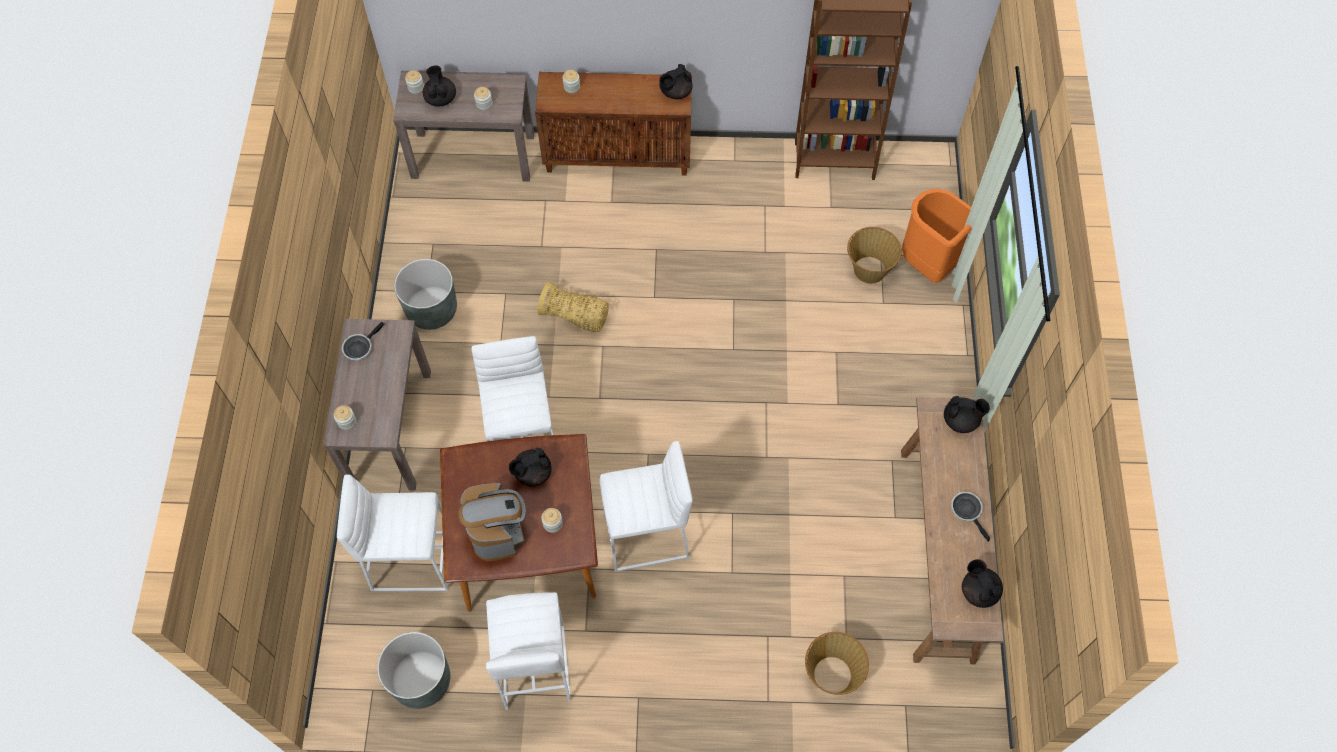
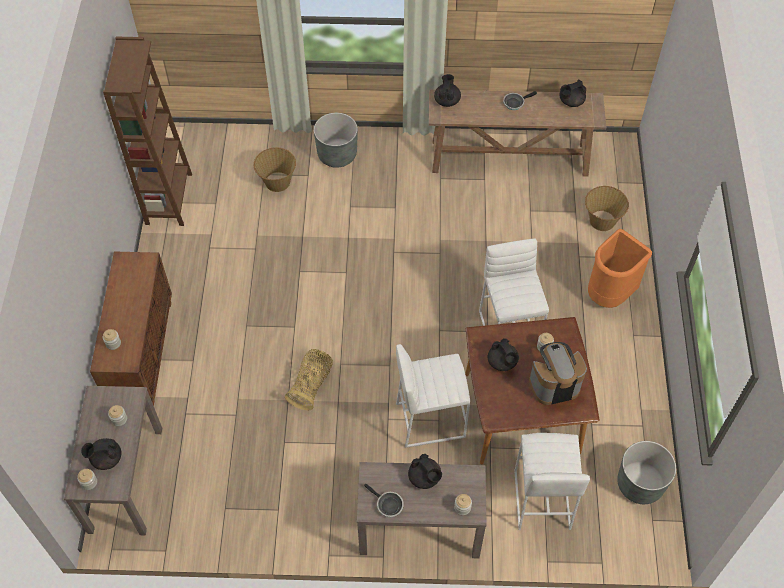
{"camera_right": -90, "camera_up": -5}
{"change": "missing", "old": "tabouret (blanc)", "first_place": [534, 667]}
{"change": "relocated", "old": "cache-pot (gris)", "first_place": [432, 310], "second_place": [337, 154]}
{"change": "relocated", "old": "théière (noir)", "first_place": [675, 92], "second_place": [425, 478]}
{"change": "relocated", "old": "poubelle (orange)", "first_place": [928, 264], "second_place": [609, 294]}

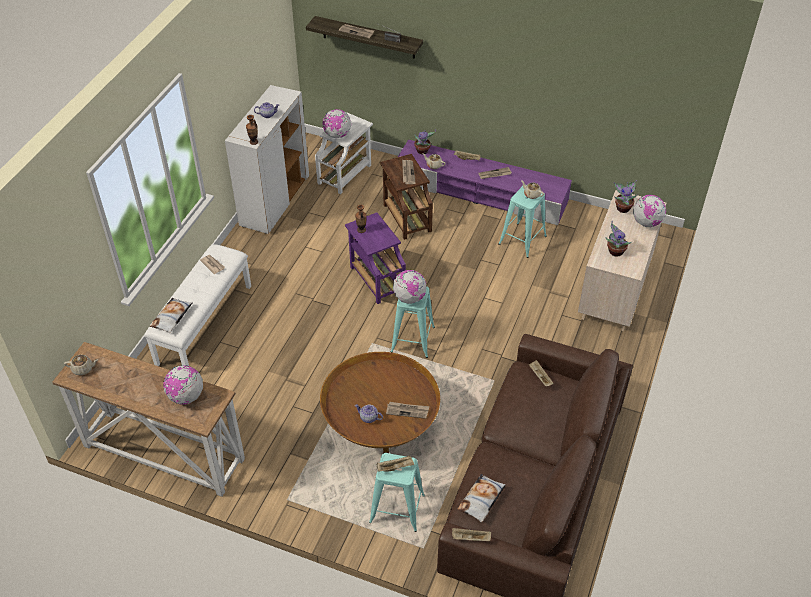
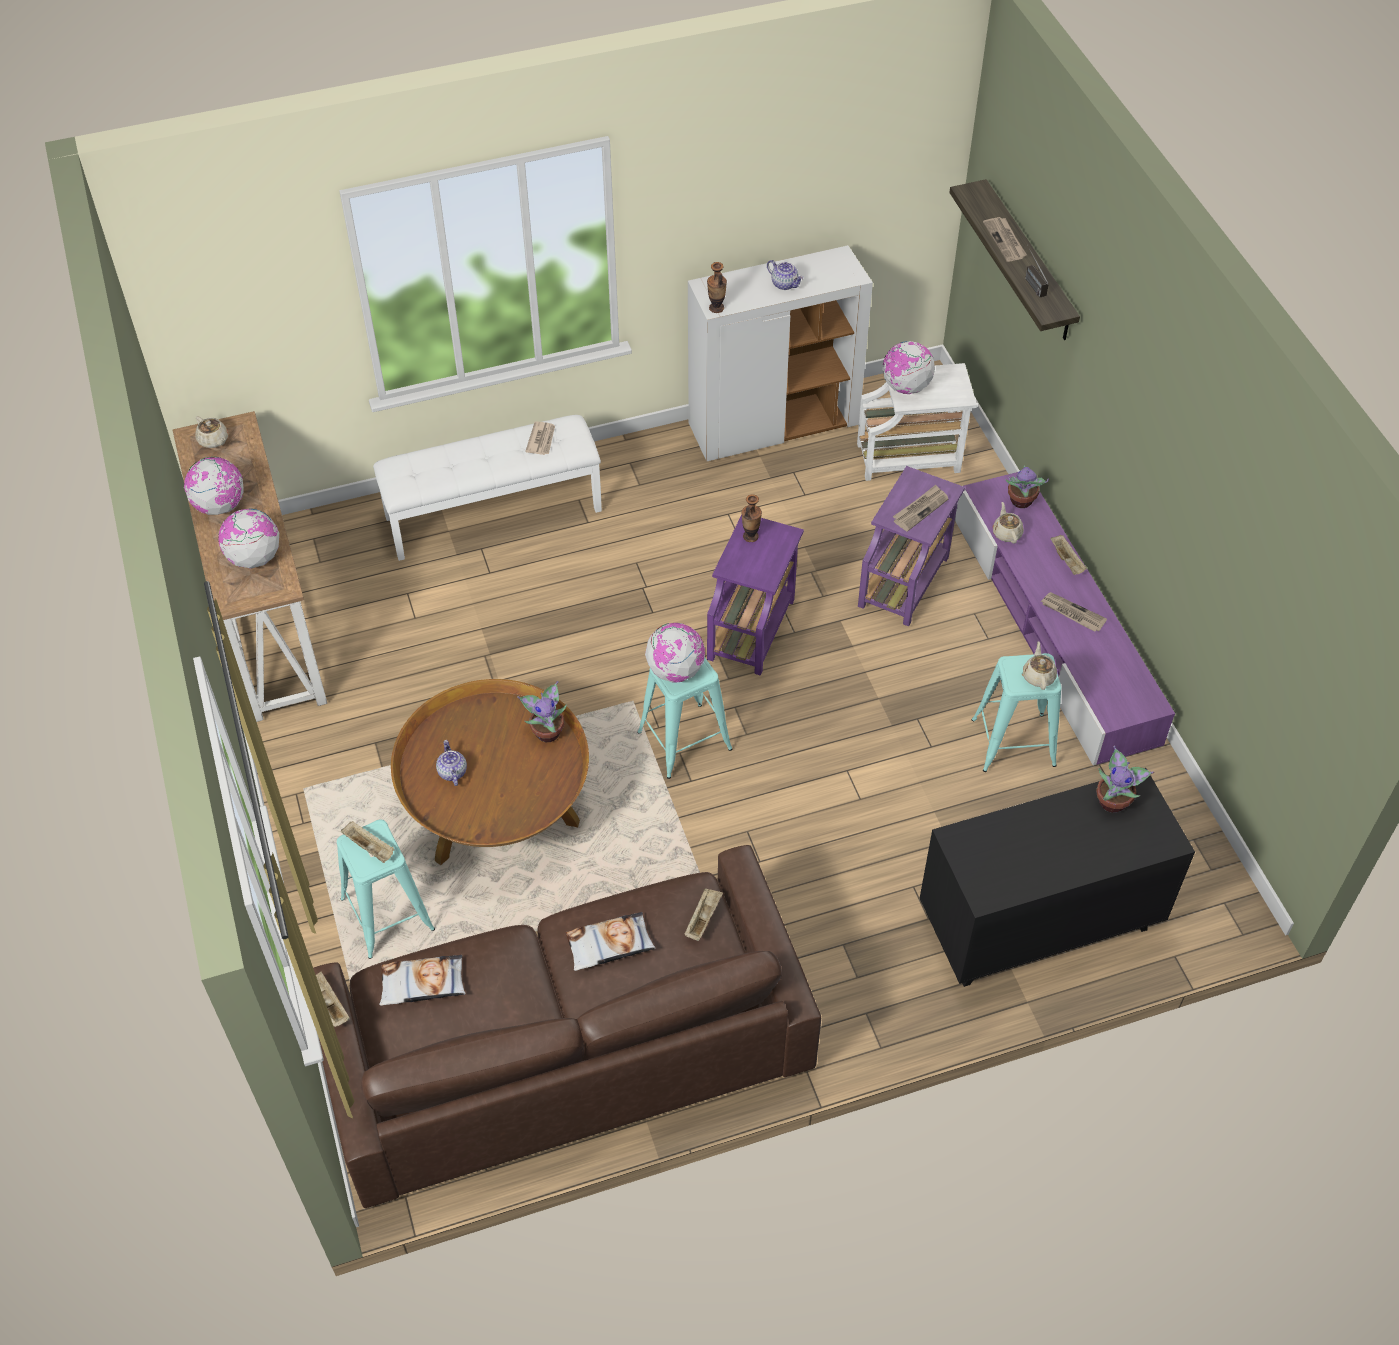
{"camera_right": 50, "camera_up": 5}
{"change": "missing", "old": "journal", "first_place": [407, 410]}
{"change": "relocated", "old": "coussin", "first_place": [172, 317], "second_place": [609, 945]}
{"change": "relocated", "old": "plante en pot", "first_place": [614, 251], "second_place": [547, 731]}
{"change": "relocated", "old": "globe", "first_place": [646, 222], "second_place": [220, 505]}
{"change": "colour", "old": "table d'appoint (marron)", "new": "table d'appoint (violet)", "first_place": [406, 217], "second_place": [905, 580]}
{"change": "colour", "old": "commode (beige)", "new": "commode (noir)", "first_place": [614, 290], "second_place": [1037, 924]}

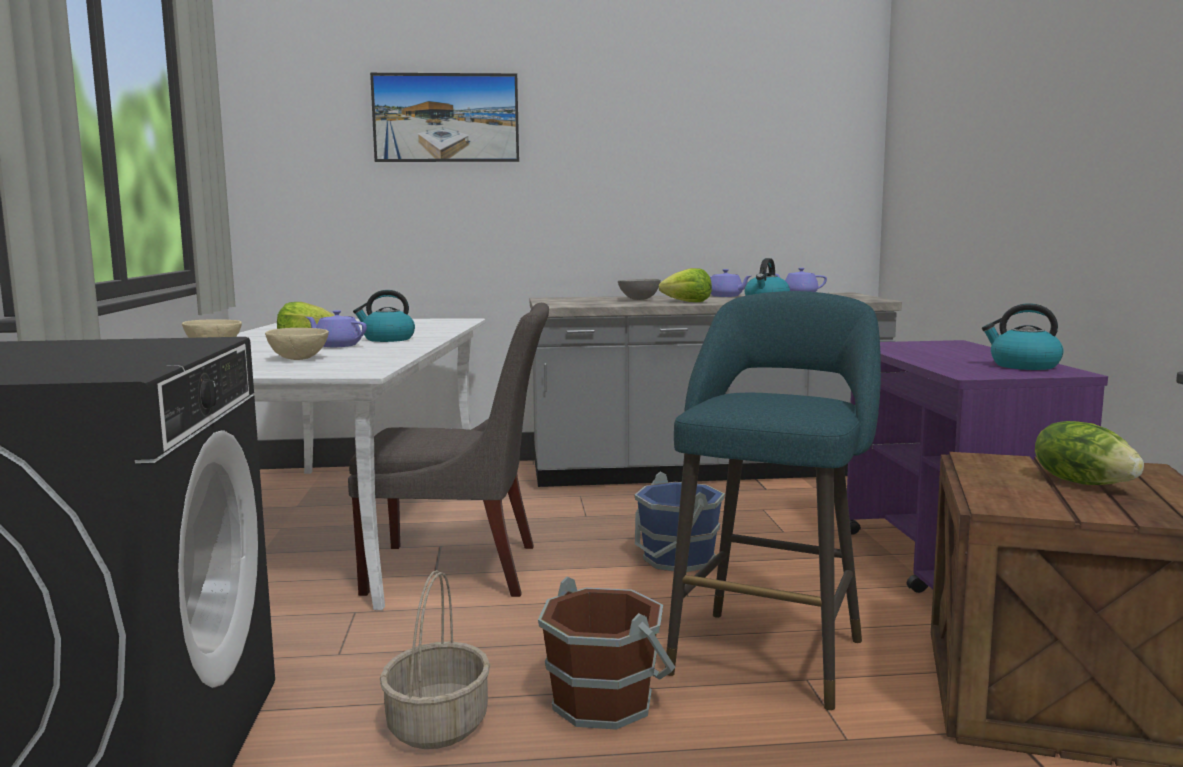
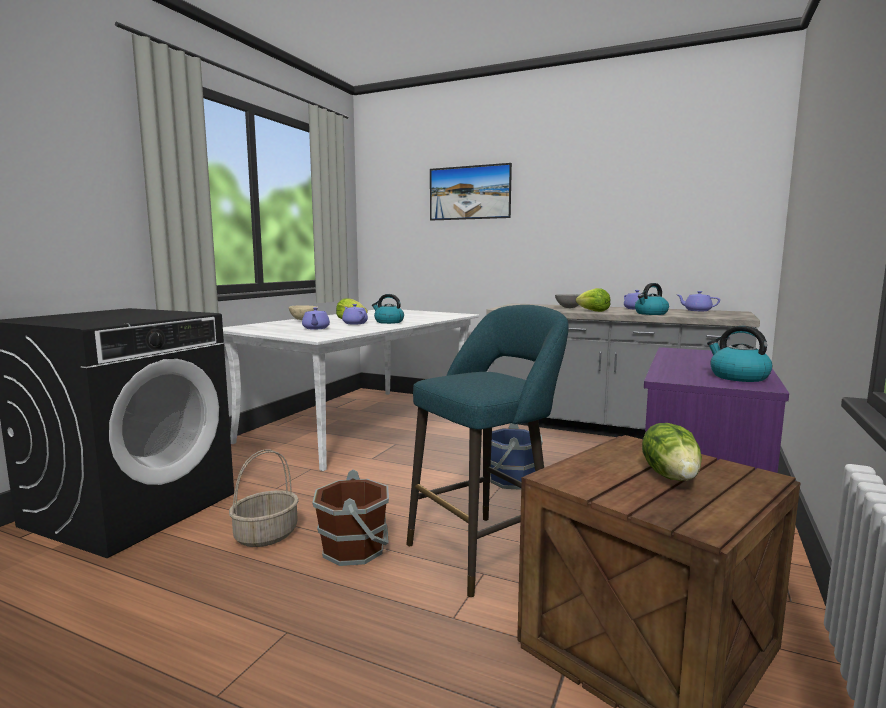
{"camera_right": 30, "camera_up": 0}
{"change": "missing", "old": "chaise (gris)", "first_place": [461, 570]}
{"change": "exchanged", "old": "bol (beige)", "new": "théière (violet)", "first_place": [299, 359], "second_place": [316, 328]}

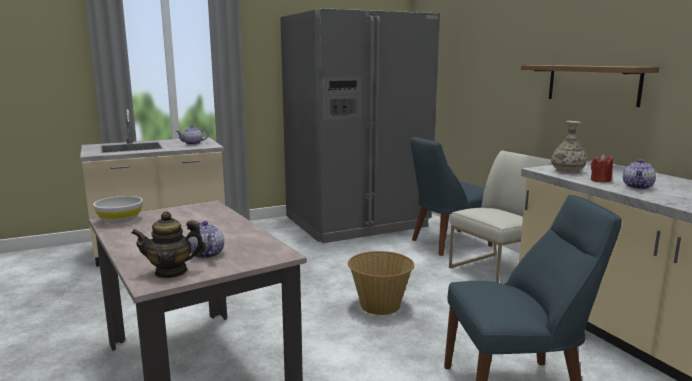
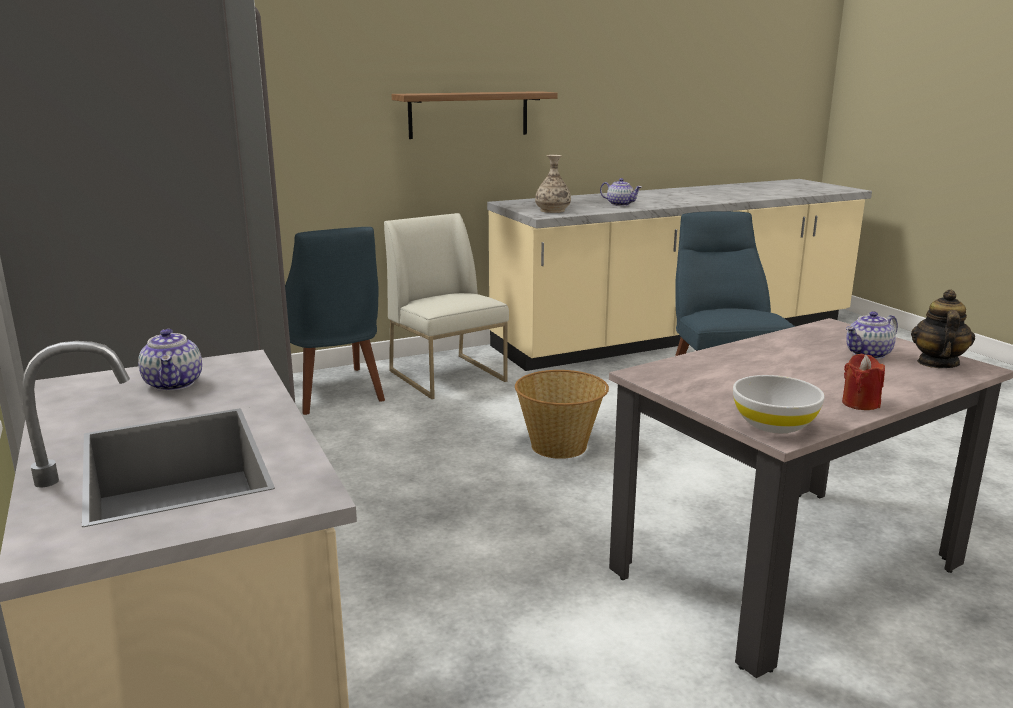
{"camera_right": -90, "camera_up": 5}
{"change": "relocated", "old": "bougie (rouge)", "first_place": [600, 181], "second_place": [860, 403]}
{"change": "spun", "old": "théière", "first_place": [171, 272], "second_place": [937, 363], "degrees": -150}

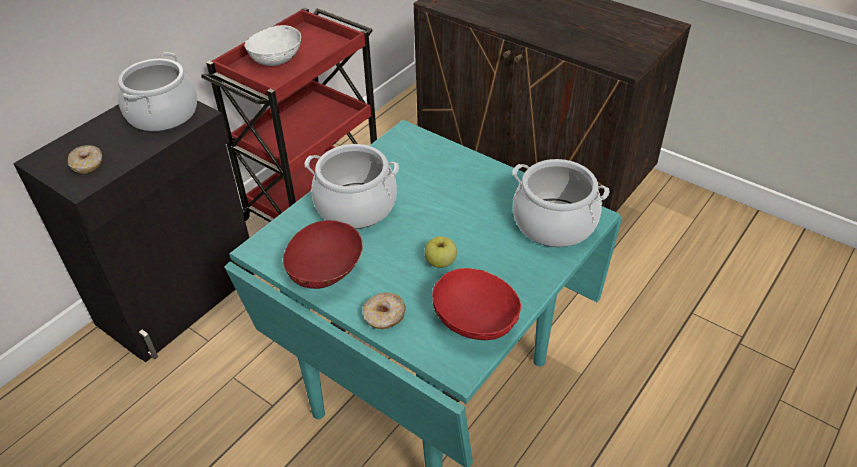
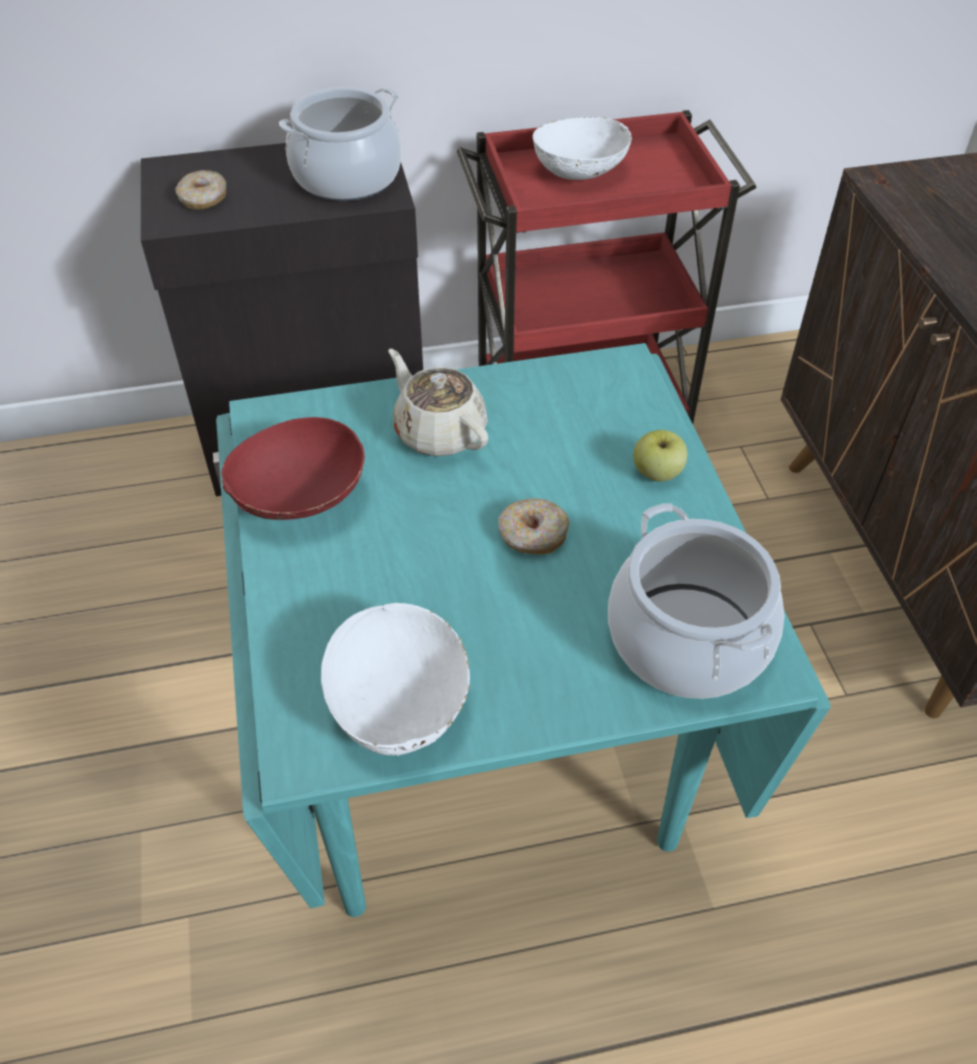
{"camera_right": 40, "camera_up": 5}
{"change": "relocated", "old": "beignet", "first_place": [384, 316], "second_place": [532, 535]}
{"change": "relocated", "old": "pomme", "first_place": [440, 262], "second_place": [657, 473]}
{"change": "exchanged", "old": "marmite", "new": "théière (beige)", "first_place": [356, 206], "second_place": [439, 431]}
{"change": "colour", "old": "bol (rouge)", "new": "bol (blanc)", "first_place": [476, 321], "second_place": [400, 706]}

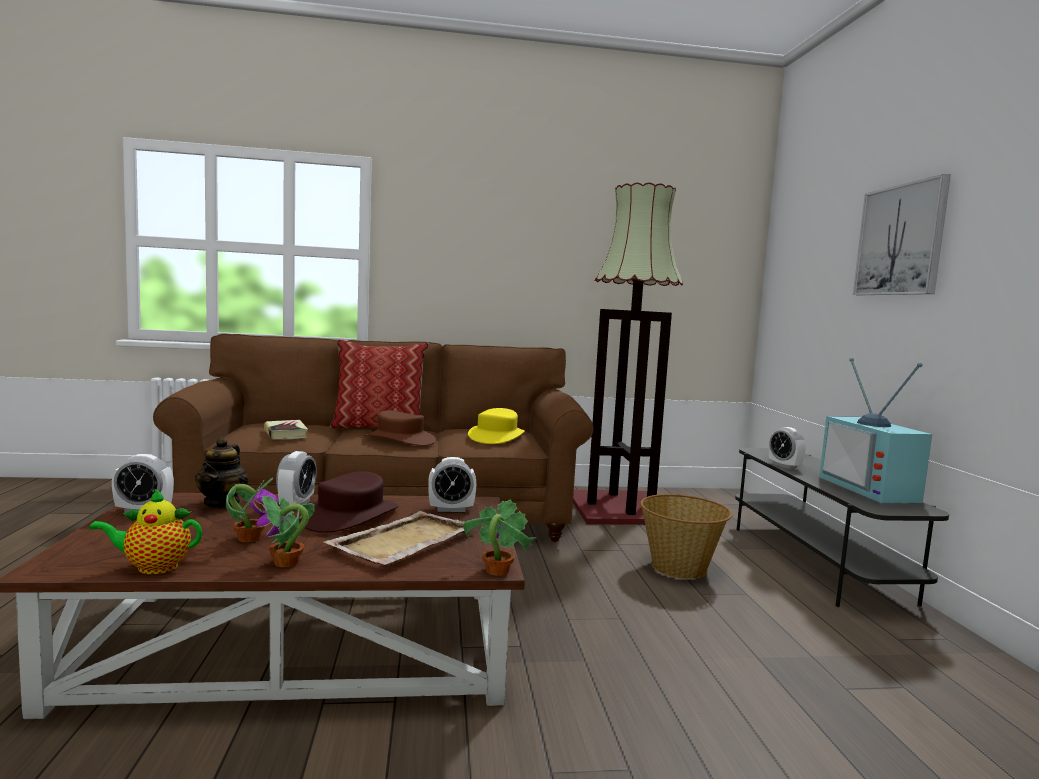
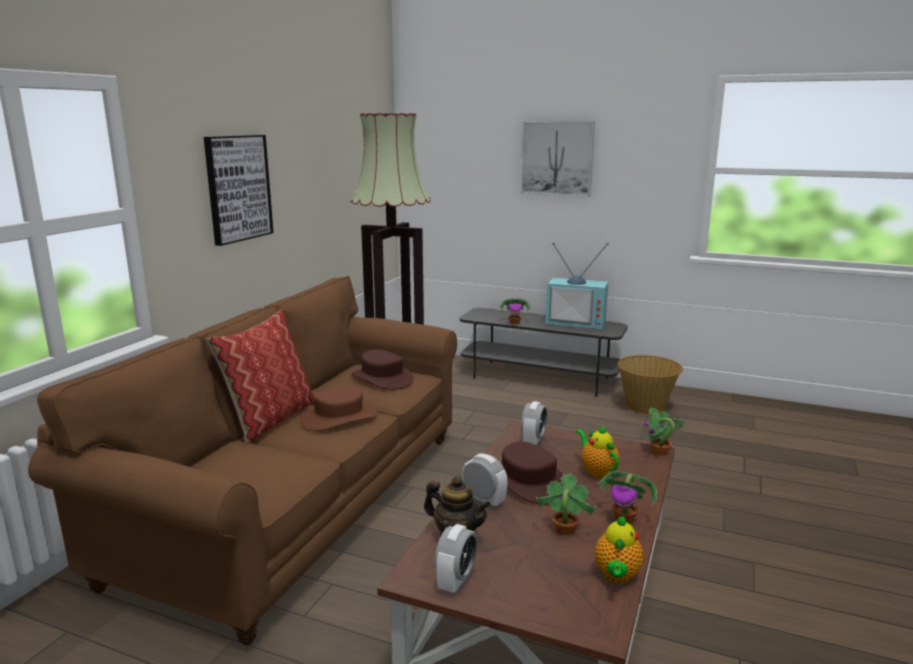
{"camera_right": -60, "camera_up": 10}
{"change": "missing", "old": "livre", "first_place": [285, 434]}
{"change": "appeared", "new": "tableau", "second_place": [238, 188]}
{"change": "relocated", "old": "panier", "first_place": [680, 568], "second_place": [646, 406]}
{"change": "exchanged", "old": "plateau (beige)", "new": "théière", "first_place": [403, 541], "second_place": [597, 471]}
{"change": "exchanged", "old": "réveil", "new": "plante en pot", "first_place": [784, 466], "second_place": [515, 323]}
{"change": "colour", "old": "chapeau (jaune)", "new": "chapeau (marron)", "first_place": [497, 436], "second_place": [382, 378]}

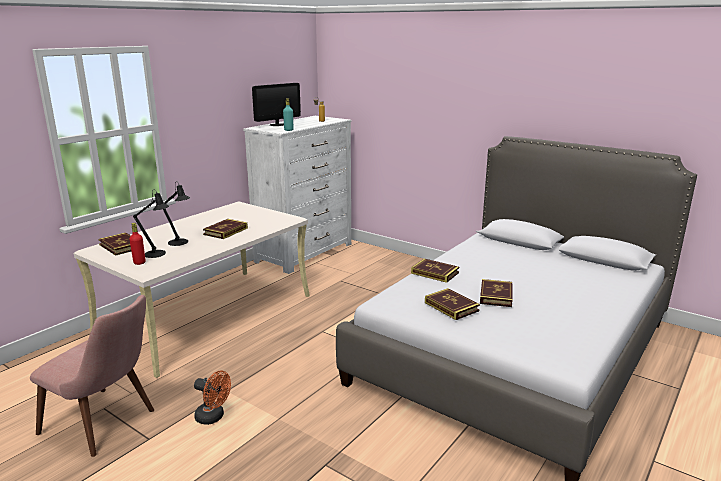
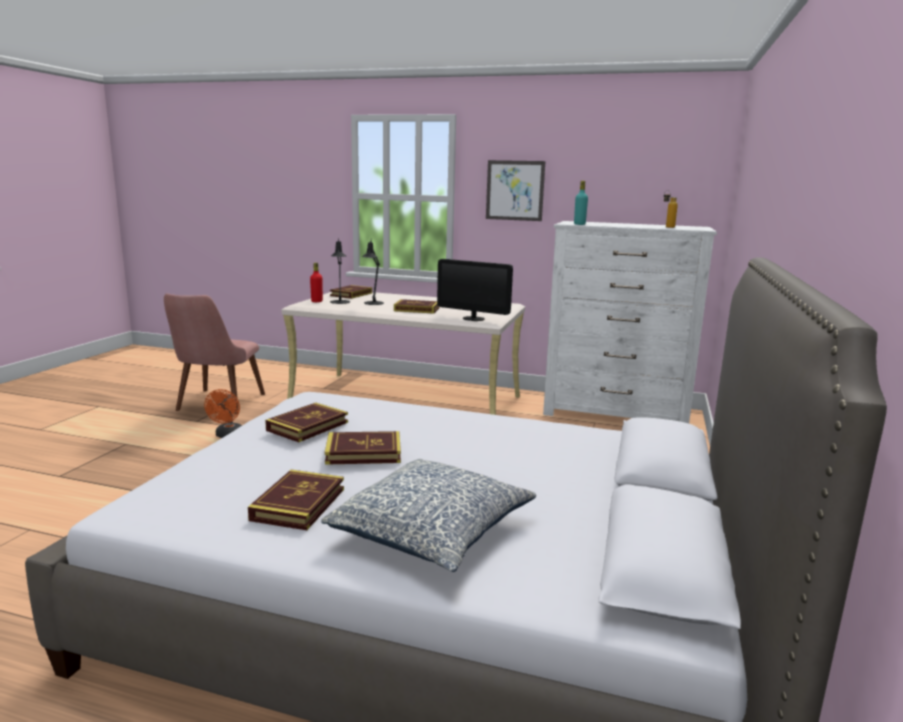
{"camera_right": 70, "camera_up": -5}
{"change": "appeared", "new": "coussin", "second_place": [432, 532]}
{"change": "appeared", "new": "tableau", "second_place": [515, 190]}
{"change": "relocated", "old": "écran d'ordinateur", "first_place": [277, 125], "second_place": [473, 318]}
{"change": "relocated", "old": "livre", "first_place": [435, 273], "second_place": [298, 504]}

